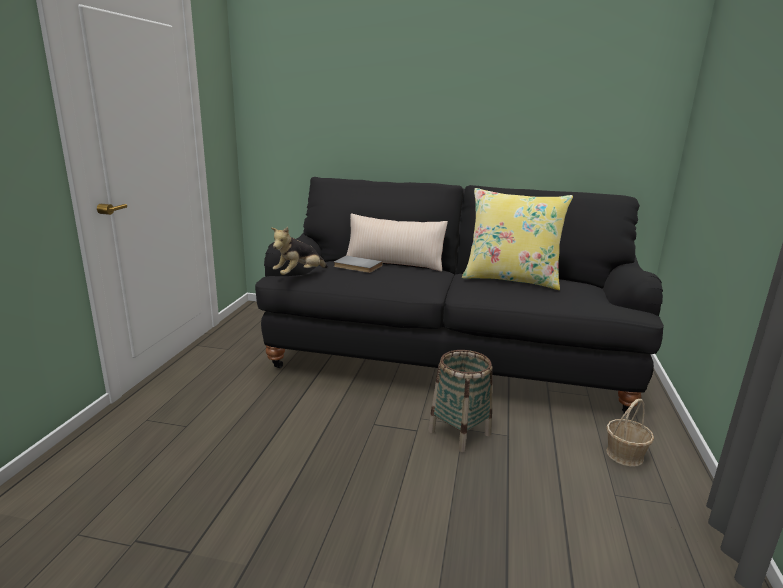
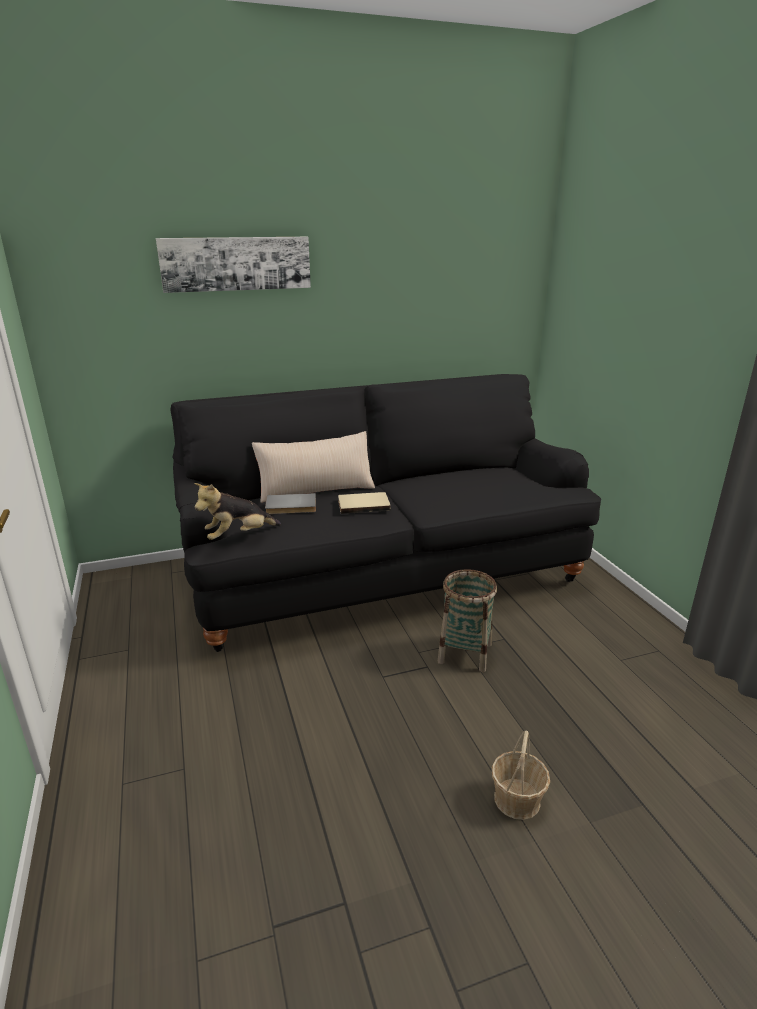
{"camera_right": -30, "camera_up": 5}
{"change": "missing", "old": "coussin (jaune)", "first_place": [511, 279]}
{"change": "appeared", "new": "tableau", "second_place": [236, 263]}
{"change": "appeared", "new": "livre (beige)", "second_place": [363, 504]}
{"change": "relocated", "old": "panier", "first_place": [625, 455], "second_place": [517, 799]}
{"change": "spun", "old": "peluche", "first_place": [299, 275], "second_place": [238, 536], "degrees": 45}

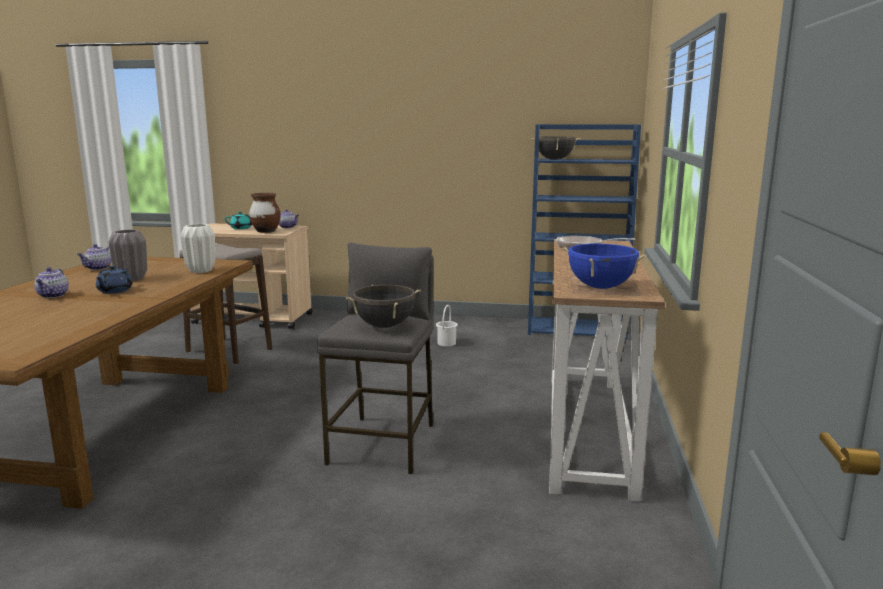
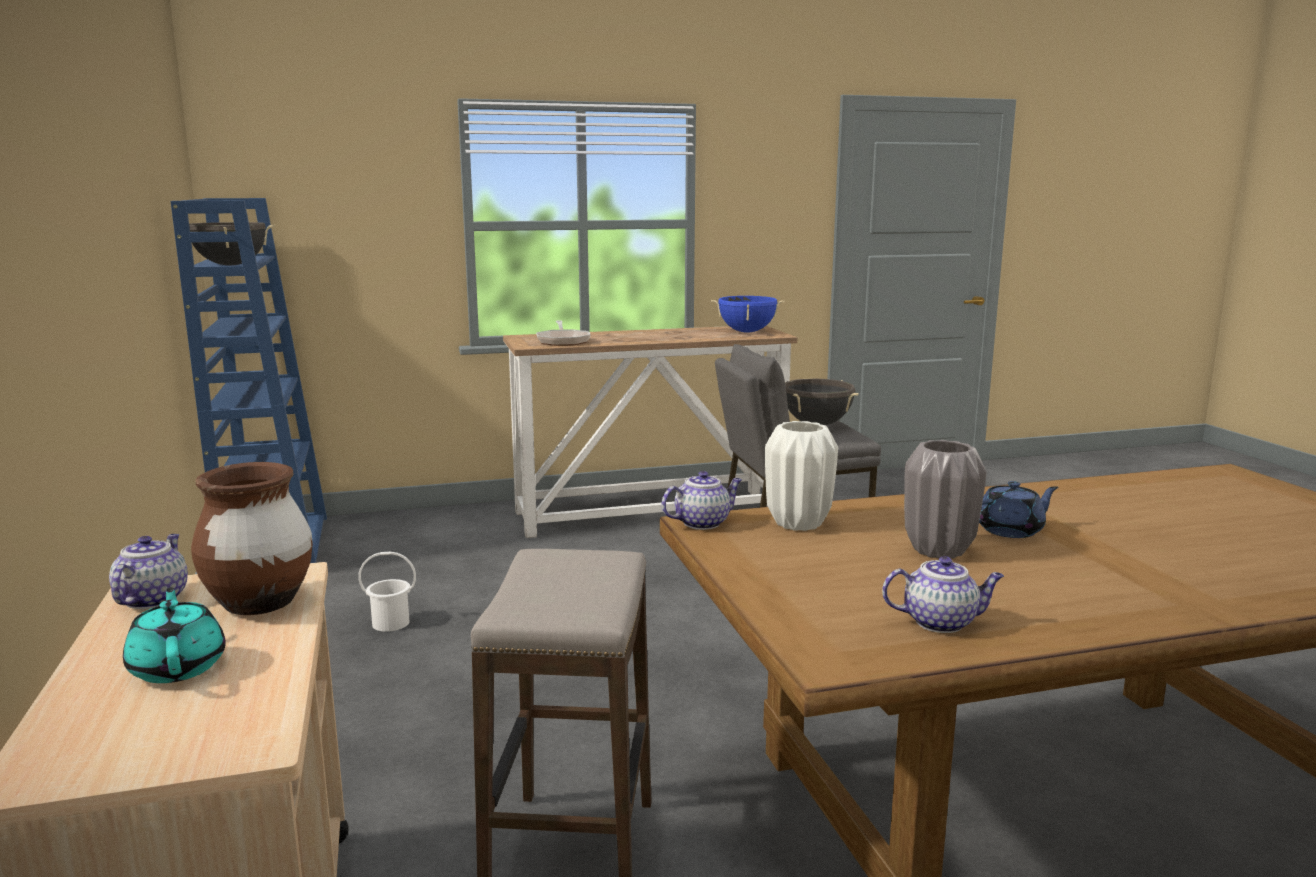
{"camera_right": -115, "camera_up": 0}
{"change": "relocated", "old": "théière", "first_place": [53, 296], "second_place": [702, 523]}

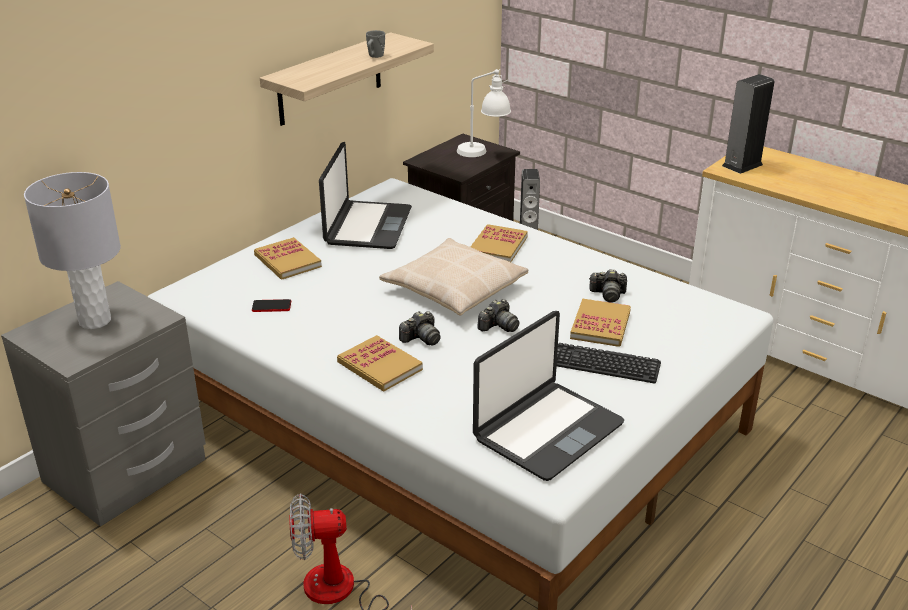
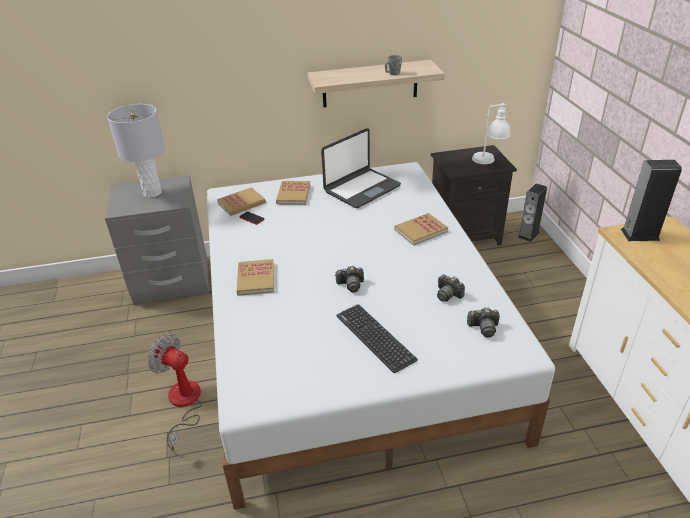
{"camera_right": 40, "camera_up": 5}
{"change": "missing", "old": "coussin (beige)", "first_place": [454, 288]}
{"change": "missing", "old": "ordinateur portable", "first_place": [547, 431]}
{"change": "relocated", "old": "appareil photo", "first_place": [421, 339], "second_place": [483, 328]}
{"change": "relocated", "old": "livre", "first_place": [600, 325], "second_place": [241, 203]}

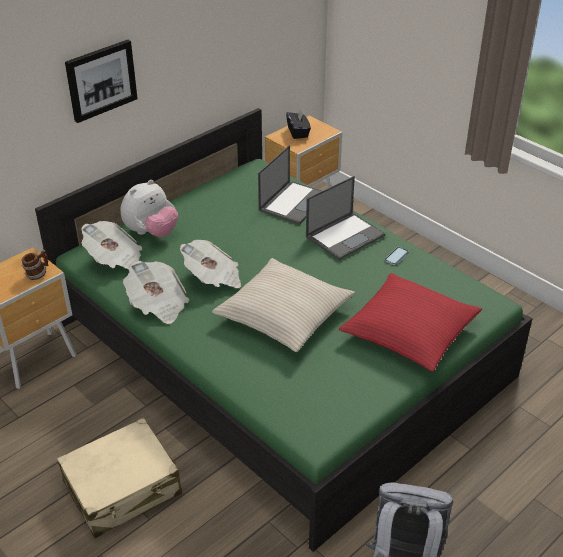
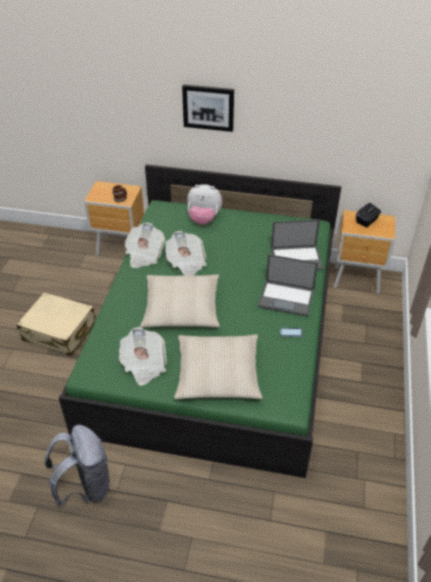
{"camera_right": 55, "camera_up": 5}
{"change": "relocated", "old": "journal", "first_place": [115, 259], "second_place": [144, 365]}
{"change": "colour", "old": "coussin (rouge)", "new": "coussin (beige)", "first_place": [409, 331], "second_place": [218, 373]}

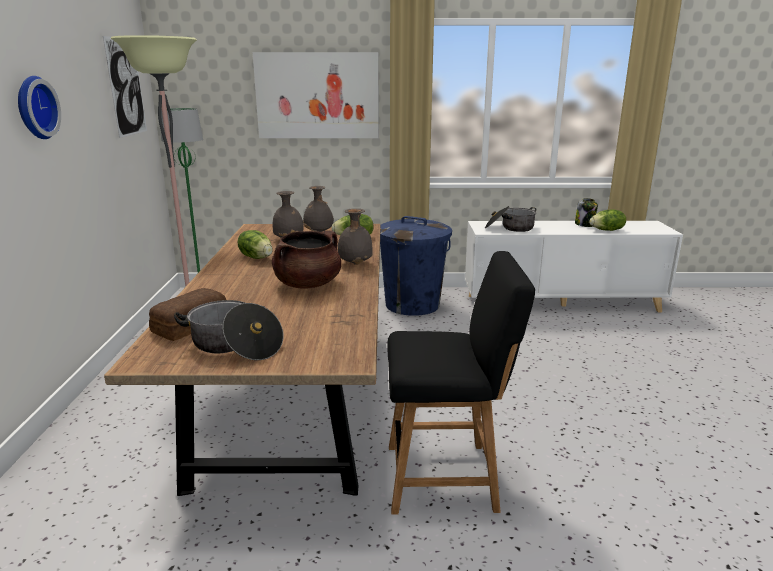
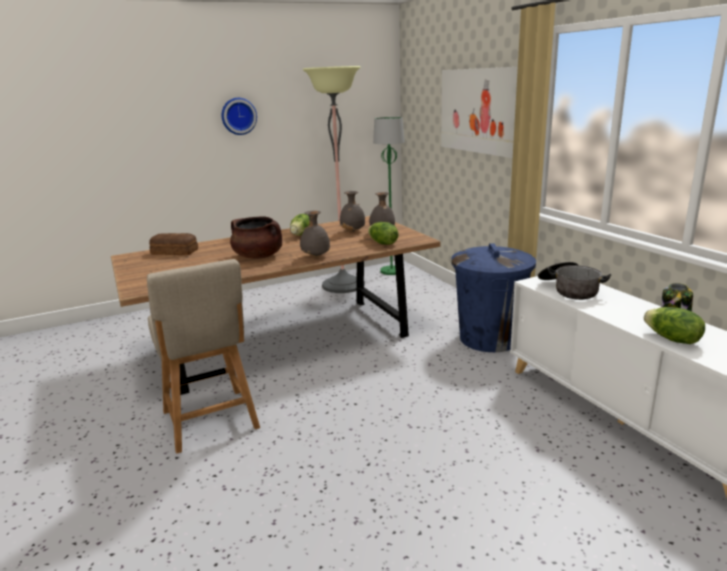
{"camera_right": 65, "camera_up": 0}
{"change": "missing", "old": "tableau", "first_place": [126, 87]}
{"change": "missing", "old": "marmite", "first_place": [234, 345]}
{"change": "colour", "old": "chaise (noir)", "new": "chaise (beige)", "first_place": [447, 477], "second_place": [211, 422]}

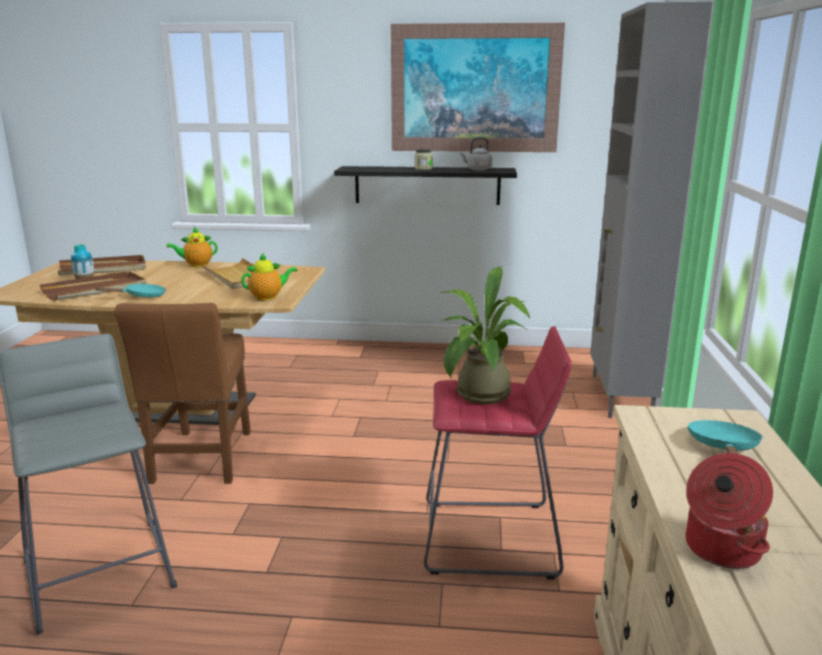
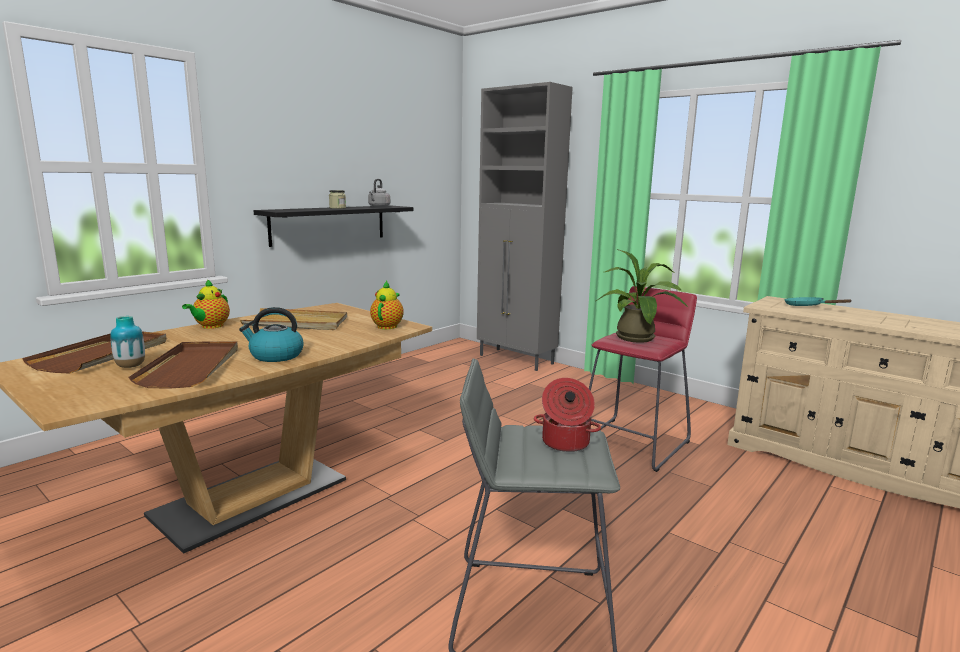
{"camera_right": -55, "camera_up": -5}
{"change": "missing", "old": "chaise (marron)", "first_place": [202, 460]}
{"change": "missing", "old": "tableau", "first_place": [475, 89]}
{"change": "relocated", "old": "marmite", "first_place": [720, 549], "second_place": [565, 443]}
{"change": "exchanged", "old": "poêle (turquoise)", "new": "bouilloire", "first_place": [141, 296], "second_place": [275, 356]}

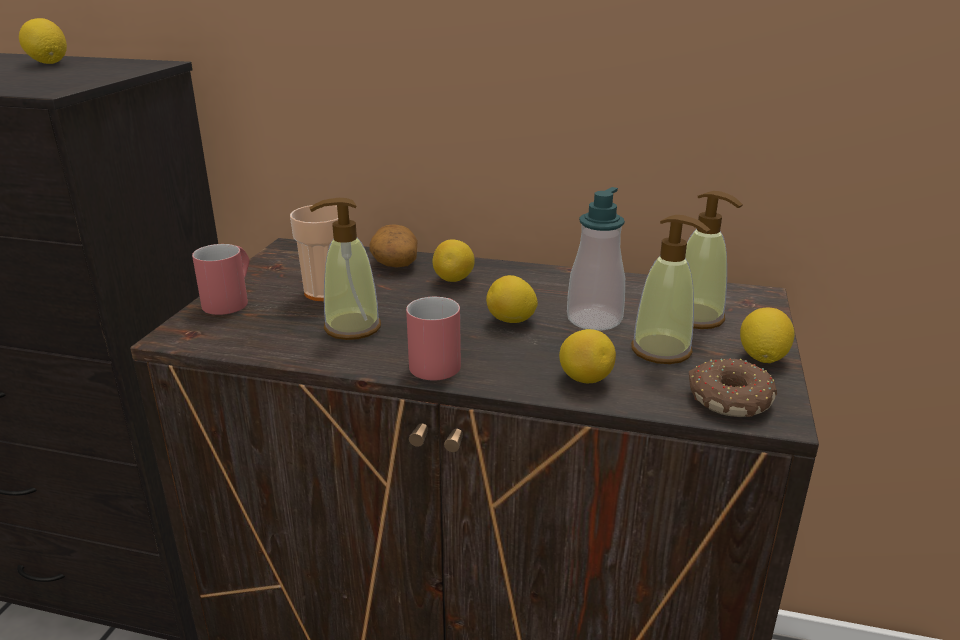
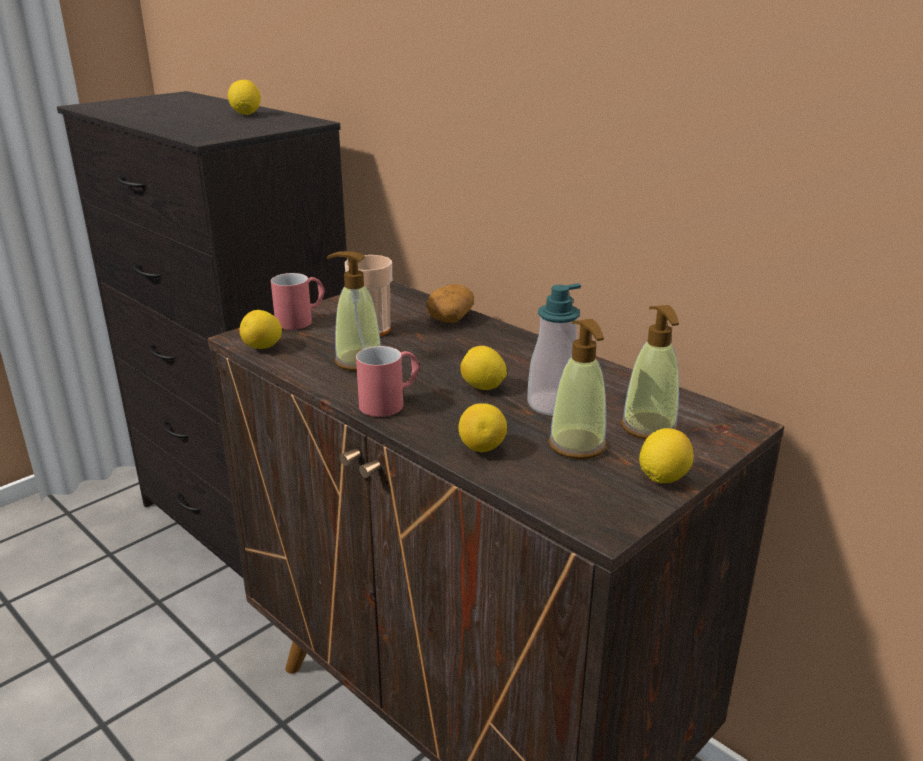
{"camera_right": 30, "camera_up": 0}
{"change": "missing", "old": "beignet", "first_place": [728, 398]}
{"change": "relocated", "old": "citron", "first_place": [454, 280], "second_place": [263, 347]}

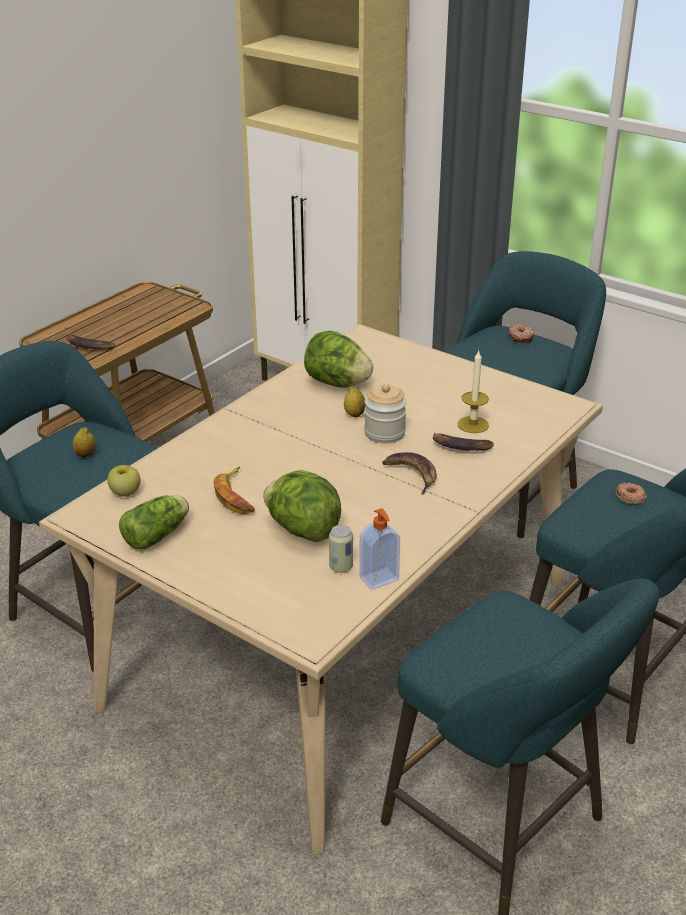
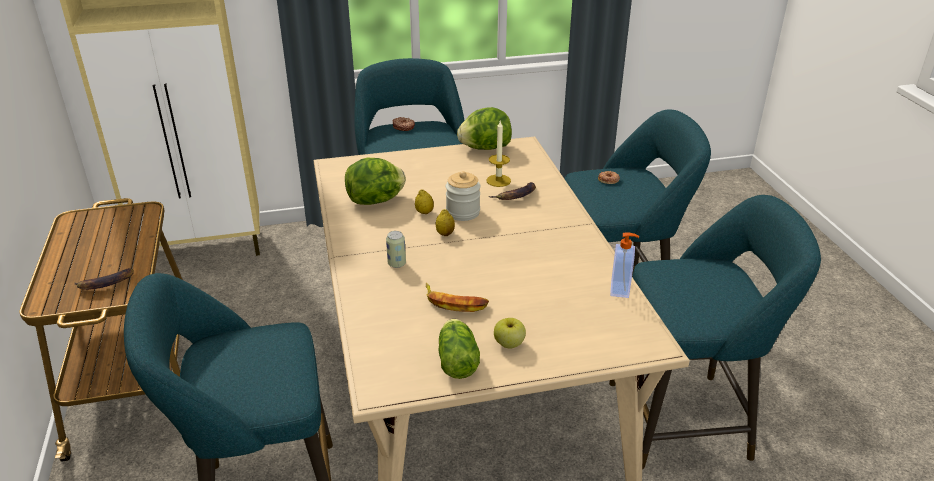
{"camera_right": -50, "camera_up": 0}
{"change": "missing", "old": "banane", "first_place": [412, 474]}
{"change": "relocated", "old": "citron", "first_place": [85, 454], "second_place": [445, 234]}
{"change": "relocated", "old": "pomme", "first_place": [125, 493], "second_place": [509, 344]}
{"change": "relocated", "old": "laitue", "first_place": [302, 530], "second_place": [485, 148]}
{"change": "relocated", "old": "boîte métallique", "first_place": [341, 567], "second_place": [396, 264]}

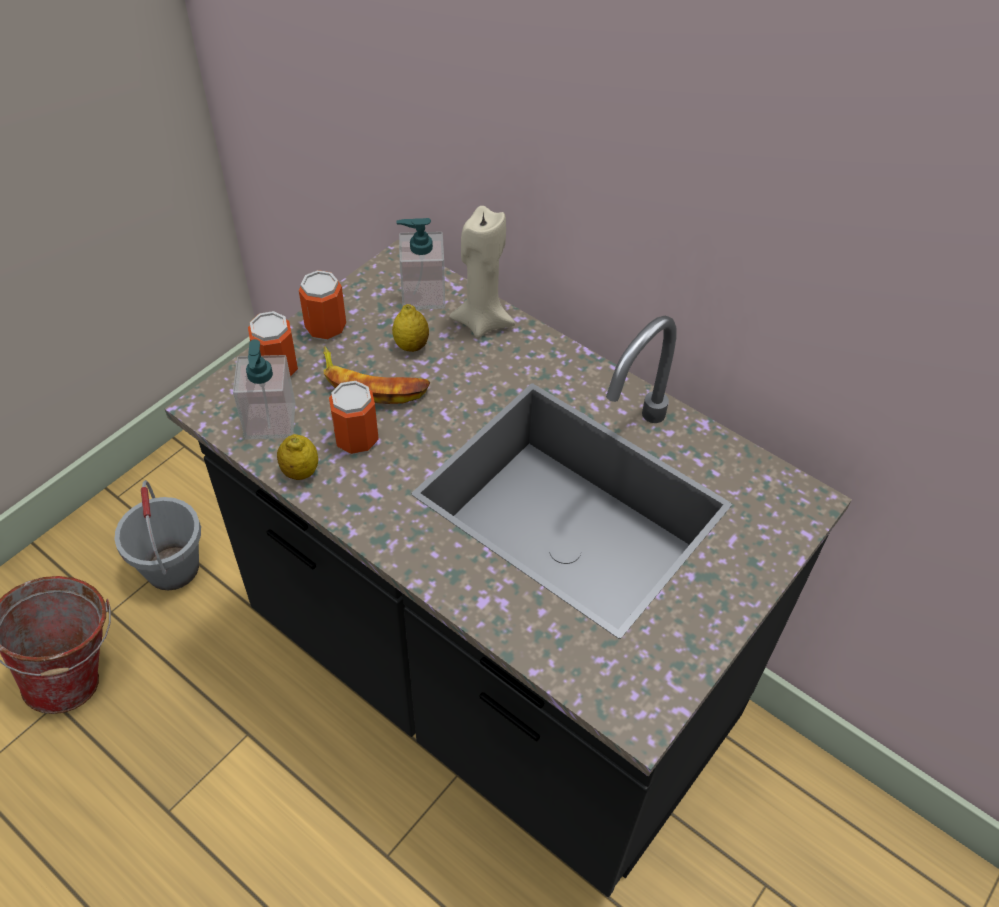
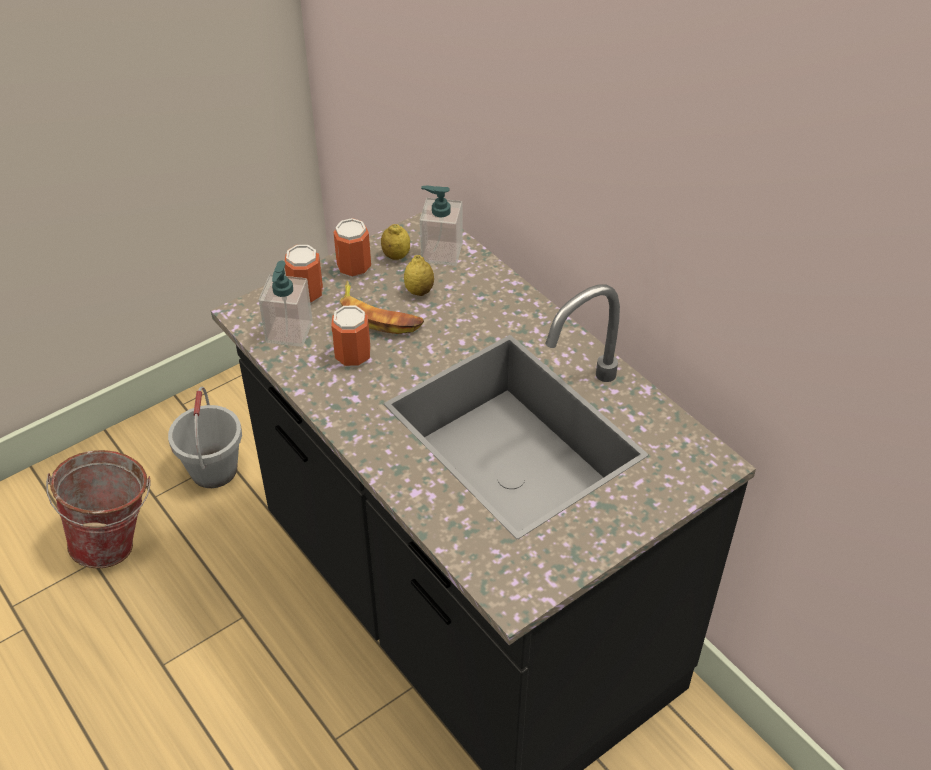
{"camera_right": 15, "camera_up": -5}
{"change": "missing", "old": "bougie (beige)", "first_place": [482, 322]}
{"change": "relocated", "old": "citron", "first_place": [300, 472], "second_place": [396, 256]}

